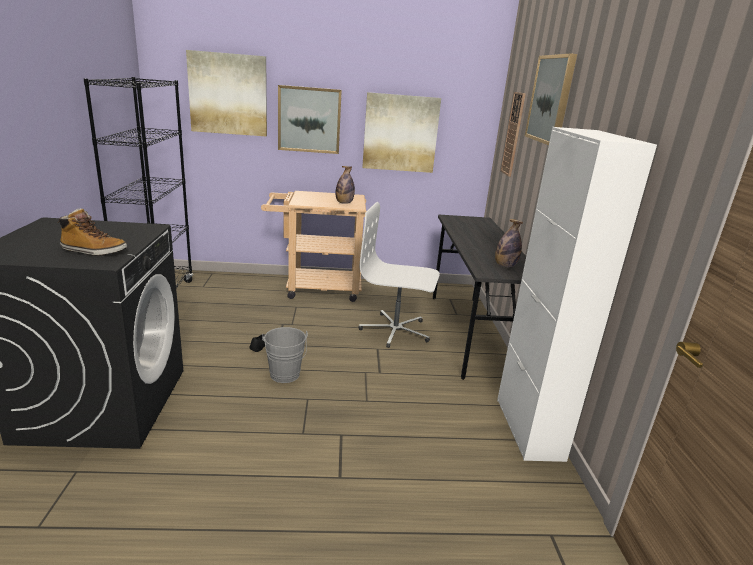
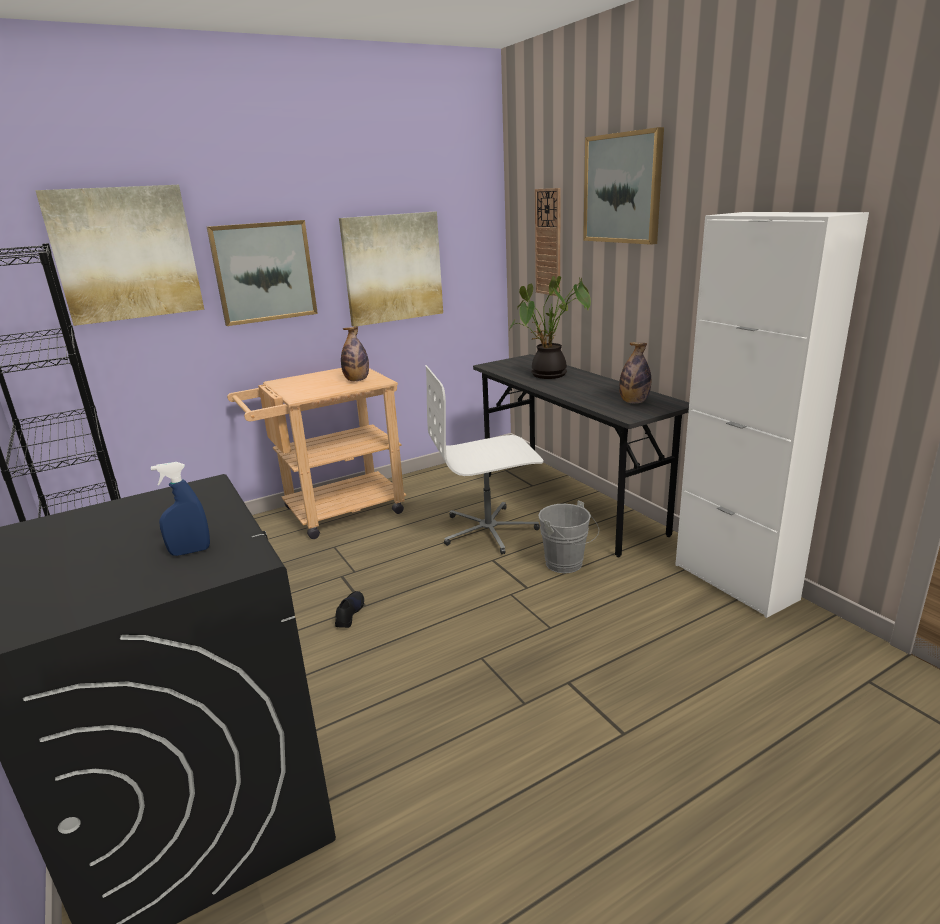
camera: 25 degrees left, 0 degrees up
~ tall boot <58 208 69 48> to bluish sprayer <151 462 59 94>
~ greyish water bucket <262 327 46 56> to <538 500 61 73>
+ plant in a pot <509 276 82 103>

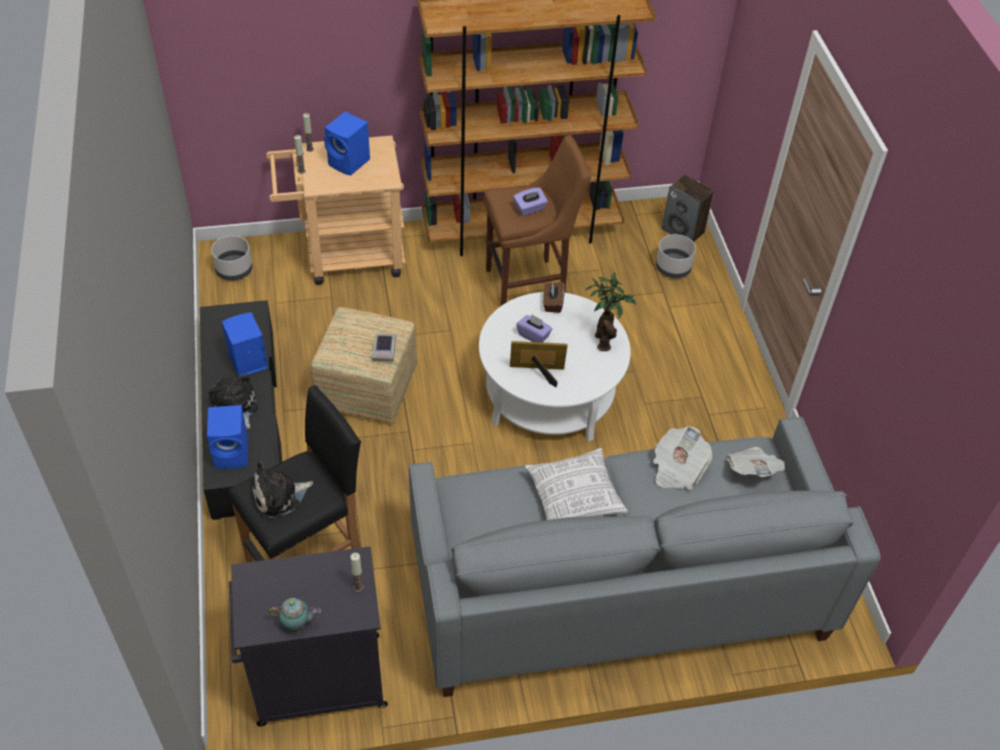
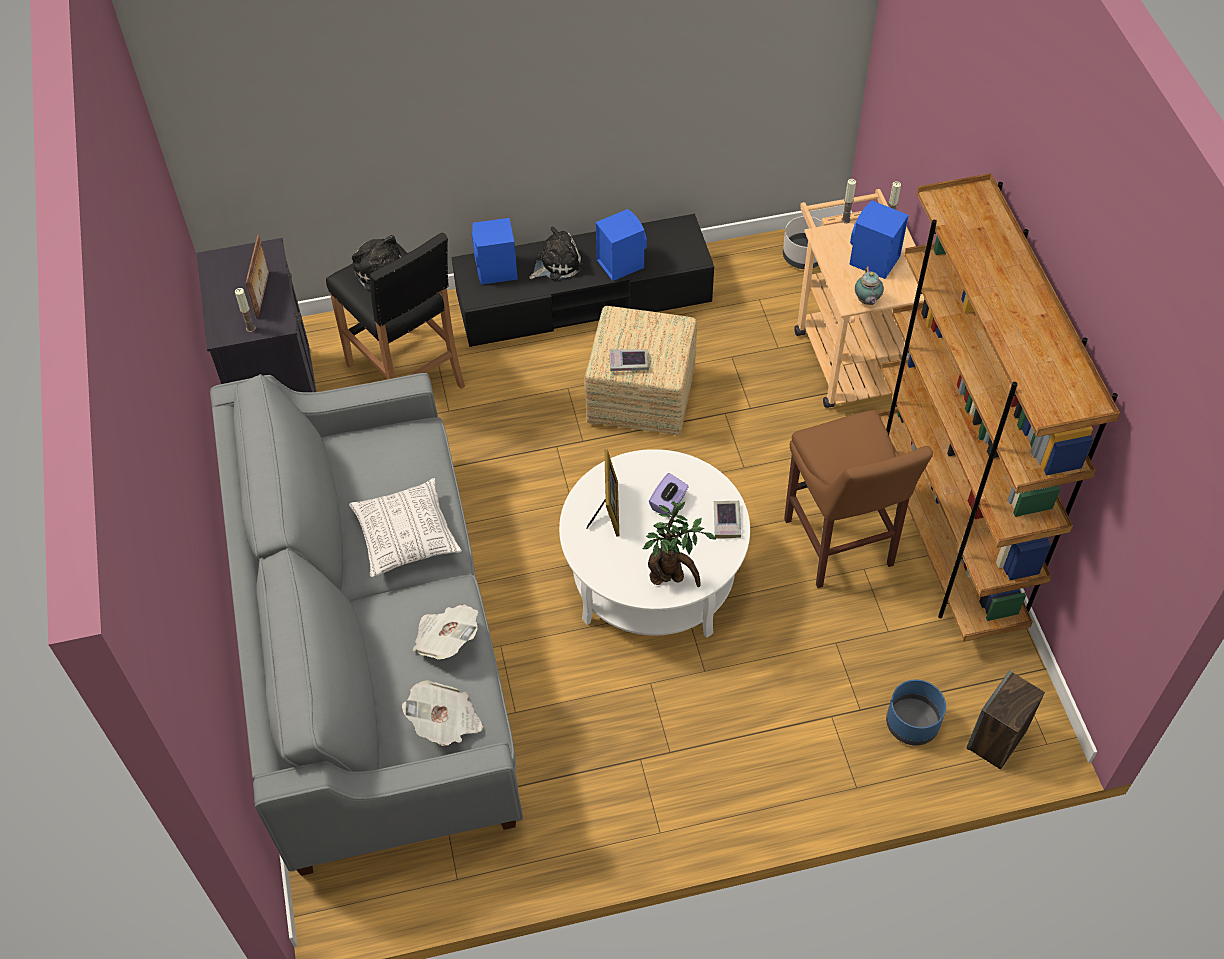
camera: 90 degrees right, 5 degrees up
- purple box of tissues <513 187 35 29>
~ greyish plant pot <656 234 40 44> to bluish plant pot <886 680 60 65>
~ brown-coloured box of tissues <543 282 22 31> to volume <714 501 27 38>
~ tea pot <268 598 53 33> to <855 266 29 39>
+ standing frame <246 235 23 84>

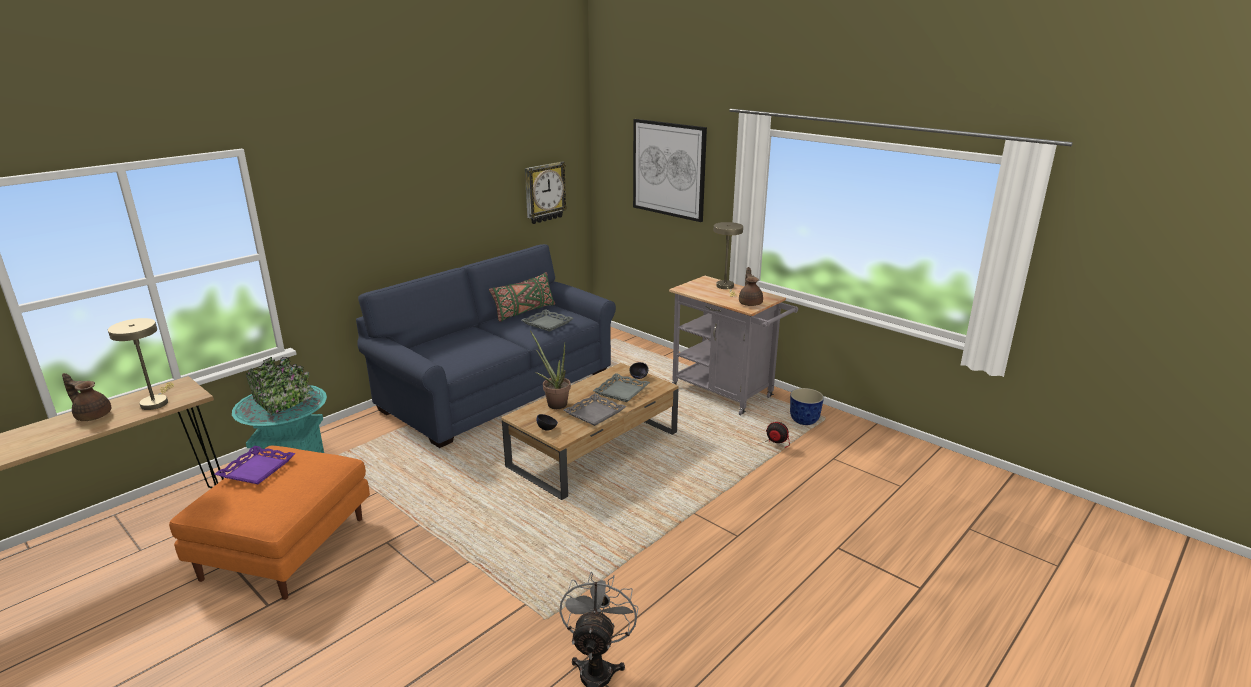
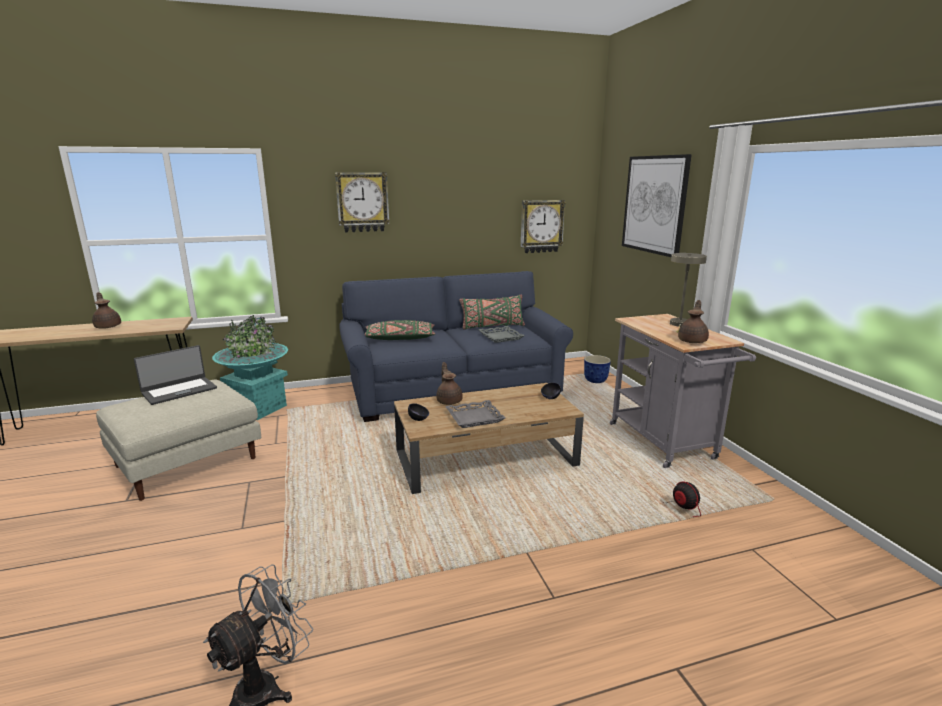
camera: 30 degrees right, 5 degrees down
- sand-coloured lamp for a table <108 318 66 92>
~ plant in a pot <530 331 41 78> to brown-coloured tea pot <436 362 27 43>
- greyish serving tray <593 373 57 29>
~ plant pot <790 388 34 37> to <584 355 27 28>
~ orangey footrest <169 446 201 154> to sand-coloured footrest <96 379 165 122>
~ purple serving tray <215 446 81 38> to laptop <134 345 83 60>
+ wall clock <335 172 55 60>
+ greenish pillow <364 320 71 20>

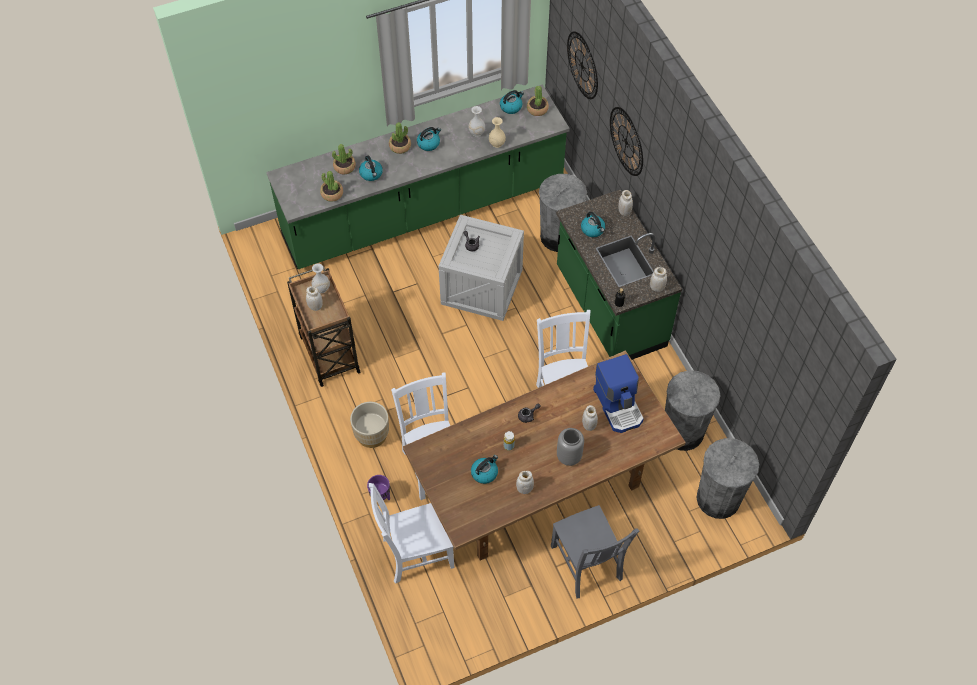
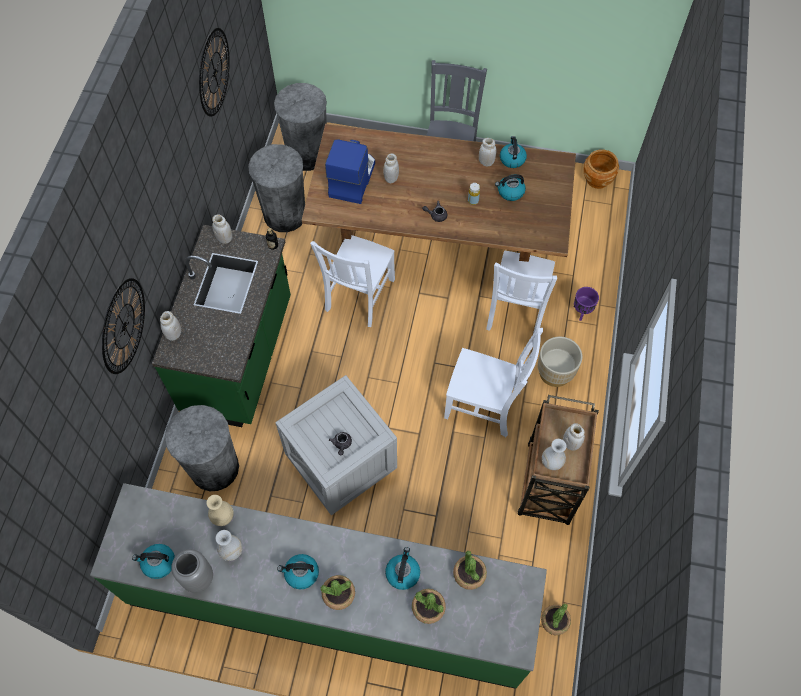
camera: 145 degrees left, 5 degrees up
~ wall clock <567 31 31 68> to <199 28 31 89>
~ plant in a pot <527 86 22 30> to <541 603 30 32>
~ tea kettle <581 212 24 25> to <500 136 27 32>
~ greyish vase <557 428 27 38> to <171 549 42 44>
~ white-coloured plain chair <369 483 86 101> to <444 328 99 109>
+ brown-coloured plant pot <584 150 35 39>

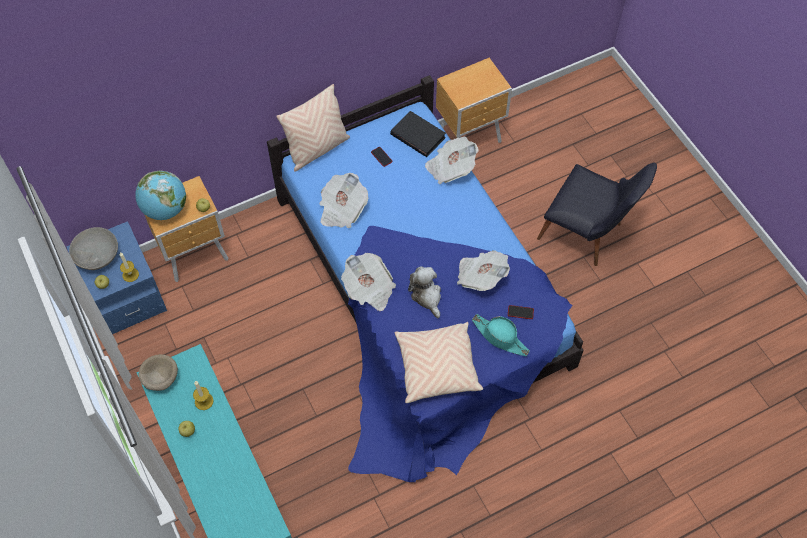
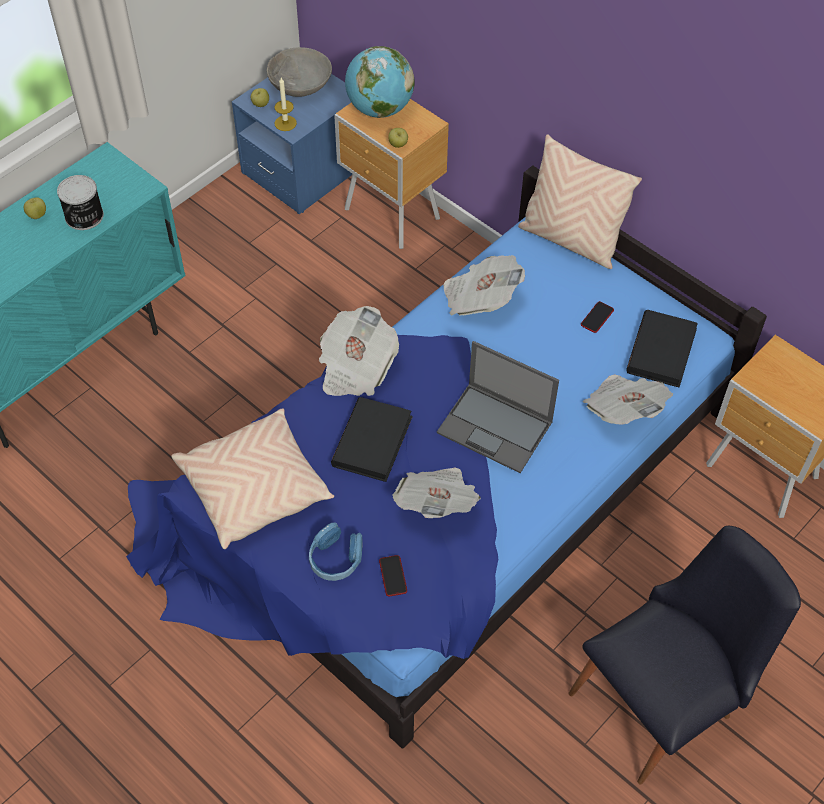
camera: 70 degrees right, 5 degrees down
~ blackish plain chair <537 162 120 104> = <568 526 233 259> 135 degrees counterclockwise
~ soft toy <408 266 33 52> to blackish volume <331 397 82 85>
~ turquoise clothing hat <472 314 58 42> to bluish headphones <309 523 54 58>
- sand-coloured serving bowl <139 354 39 37>
~ wax light <193 381 20 29> to can <57 175 47 55>
+ laptop <437 341 122 132>

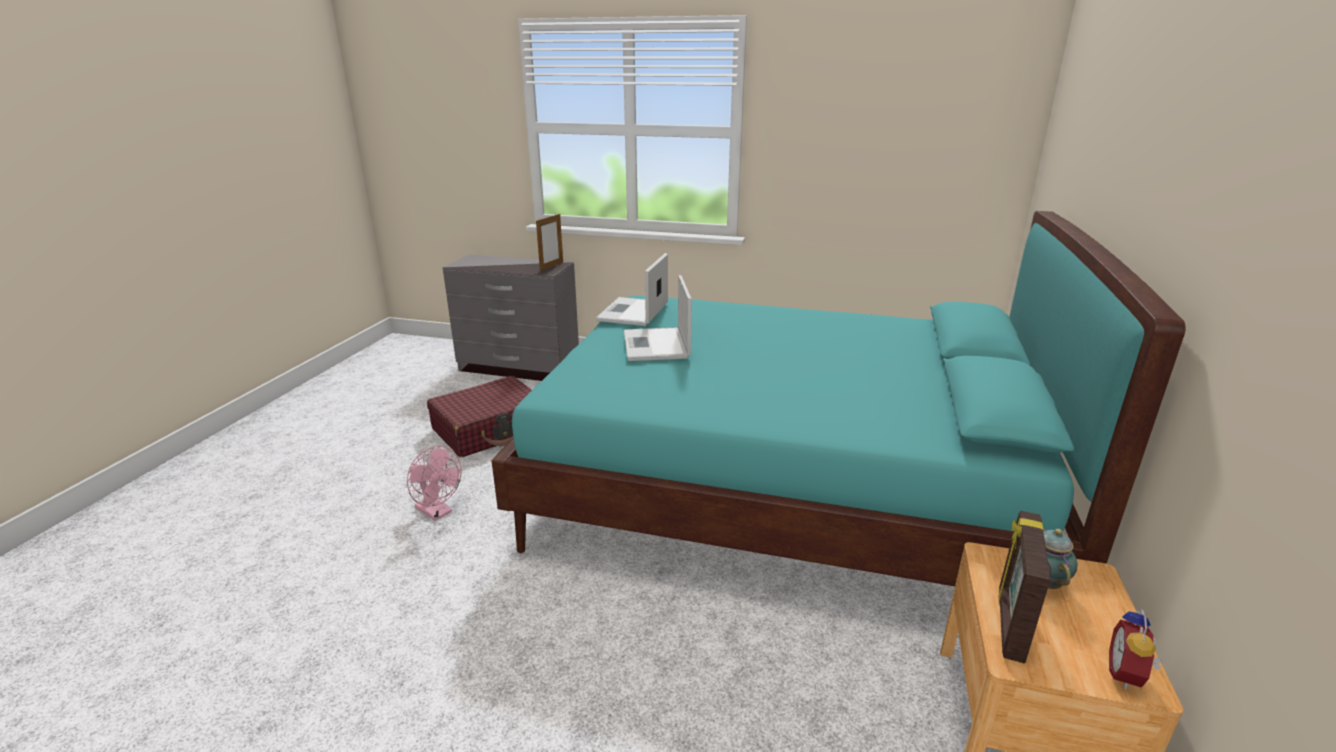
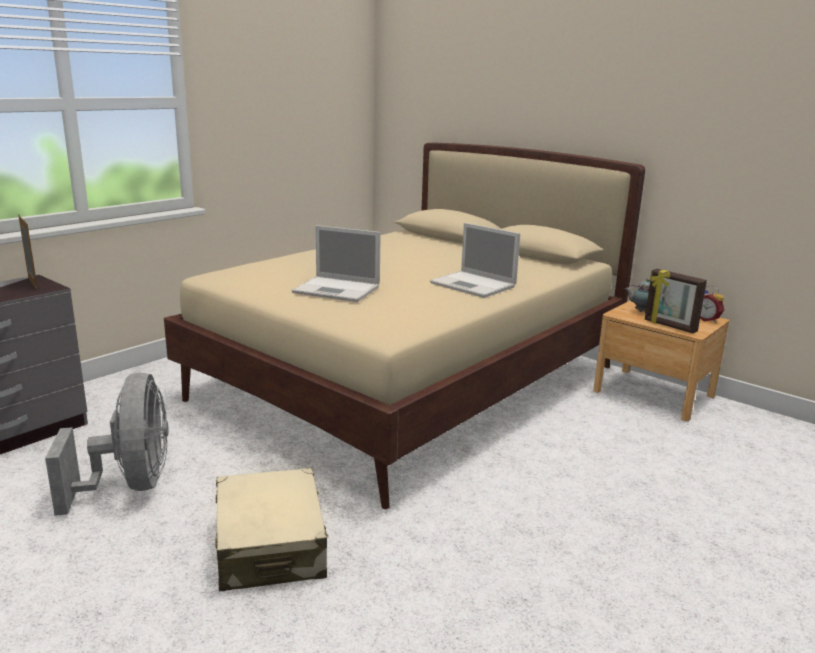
camera: 65 degrees left, 5 degrees down
~ turquoise bed <491 211 695 375> to sand-coloured bed <164 142 481 367>
~ laptop <596 253 72 73> to <430 223 90 75>
~ red travel case <427 376 105 81> to greyish fan <45 373 124 143>
~ pink fan <407 446 54 75> to sand-coloured travel case <215 468 113 123>

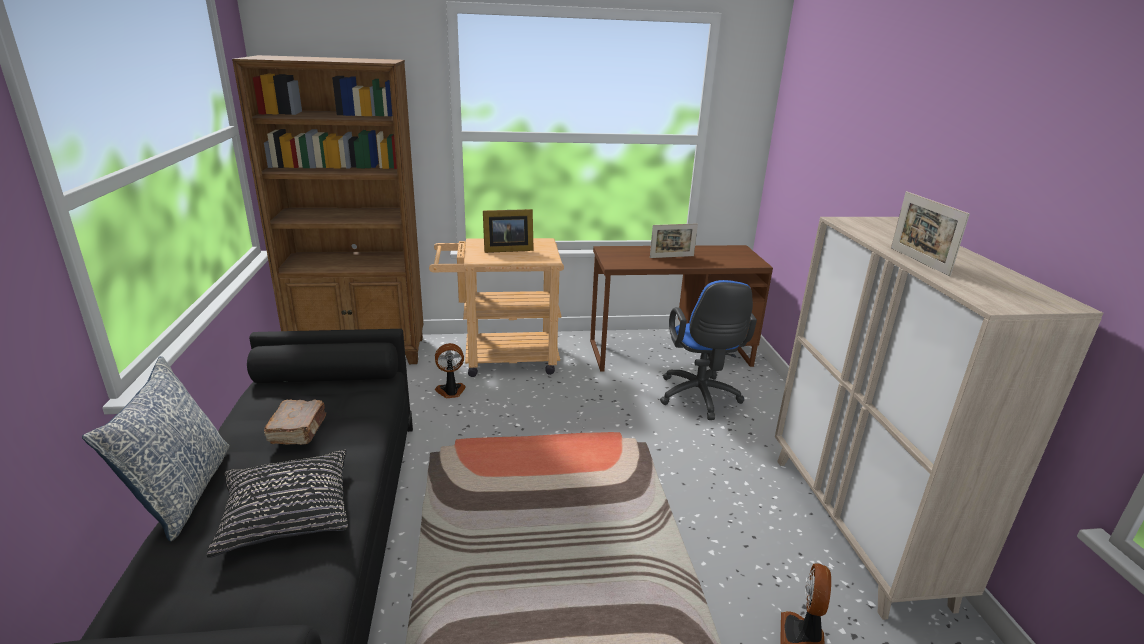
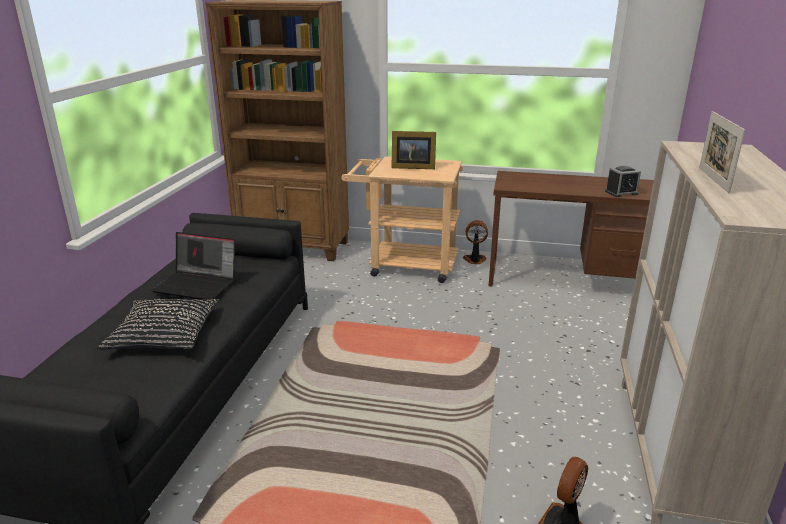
camera: 20 degrees right, 0 degrees up
- standing frame <650 223 48 35>
- bluish desk chair <660 280 97 140>
~ fan <435 343 31 55> to <462 220 26 44>
- pillow <82 356 148 185>
~ brown-coloured volume <264 399 62 46> to laptop <151 232 84 68>
+ alarm clock <605 166 36 31>

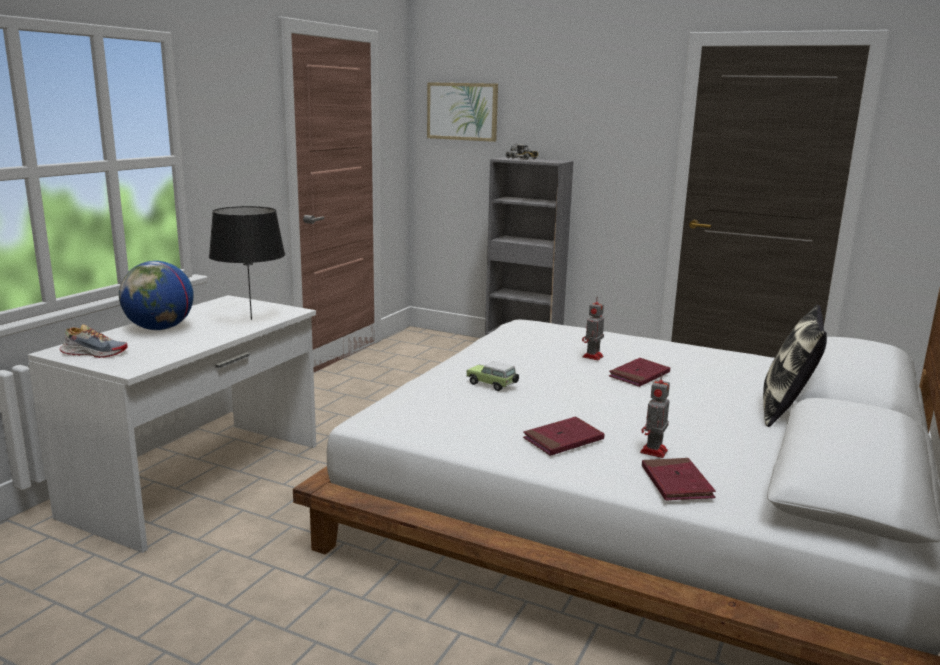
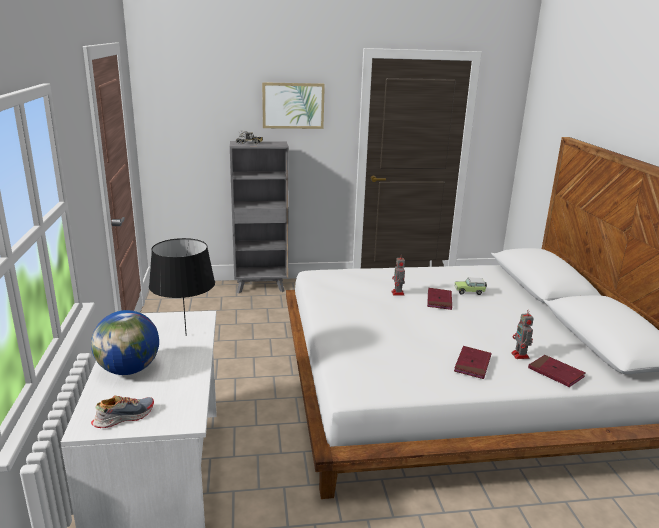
camera: 35 degrees left, 5 degrees up
~ picture <427 82 71 60> to <262 82 63 47>
- pillow <763 305 64 122>
~ model car <467 361 52 30> to <455 278 32 17>

